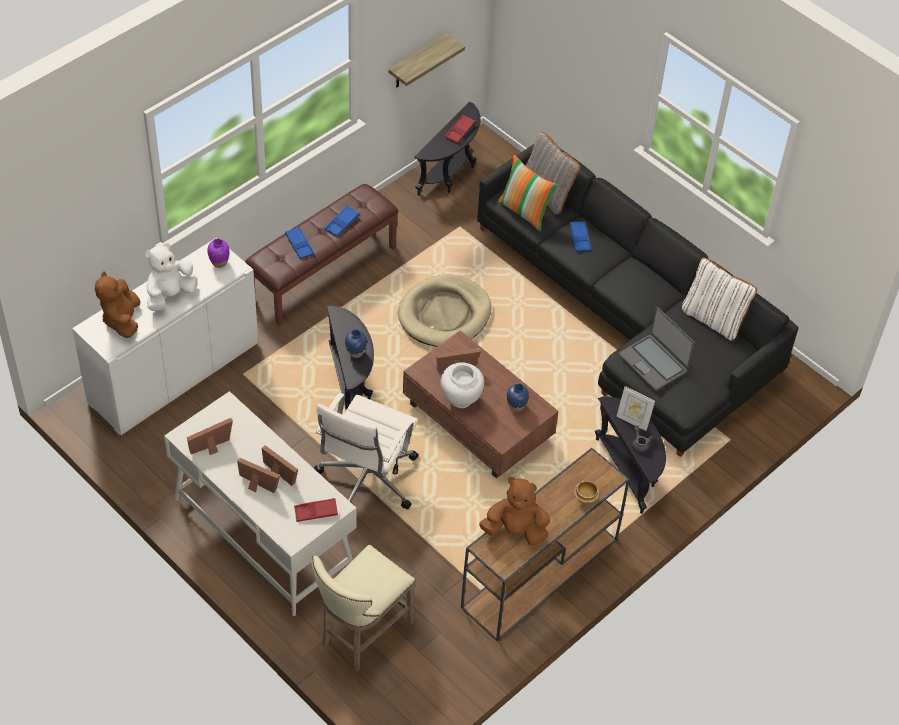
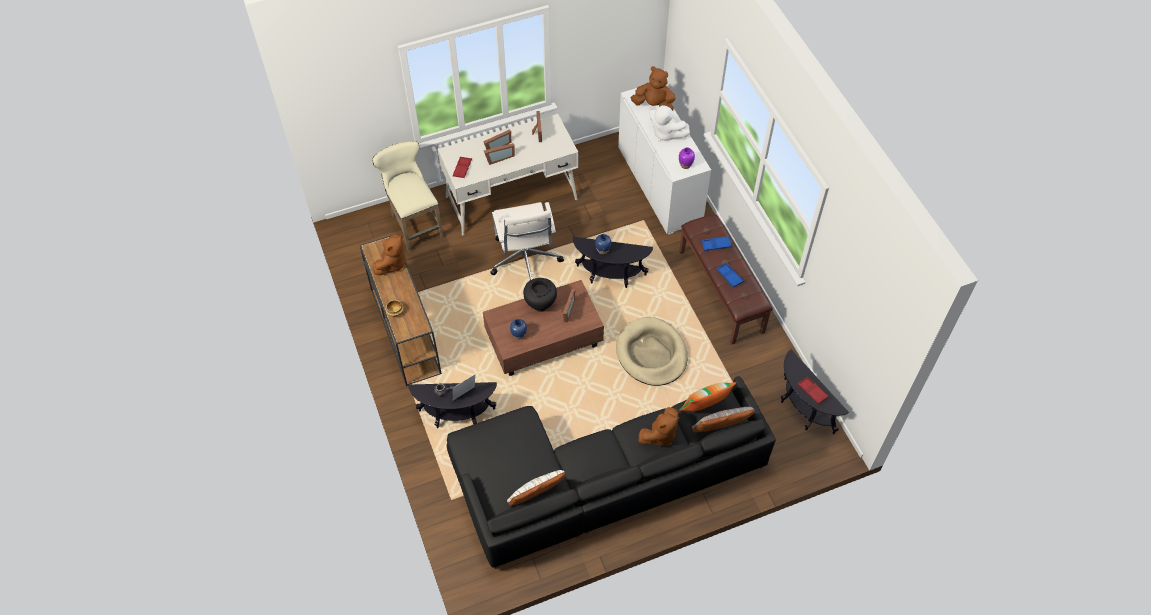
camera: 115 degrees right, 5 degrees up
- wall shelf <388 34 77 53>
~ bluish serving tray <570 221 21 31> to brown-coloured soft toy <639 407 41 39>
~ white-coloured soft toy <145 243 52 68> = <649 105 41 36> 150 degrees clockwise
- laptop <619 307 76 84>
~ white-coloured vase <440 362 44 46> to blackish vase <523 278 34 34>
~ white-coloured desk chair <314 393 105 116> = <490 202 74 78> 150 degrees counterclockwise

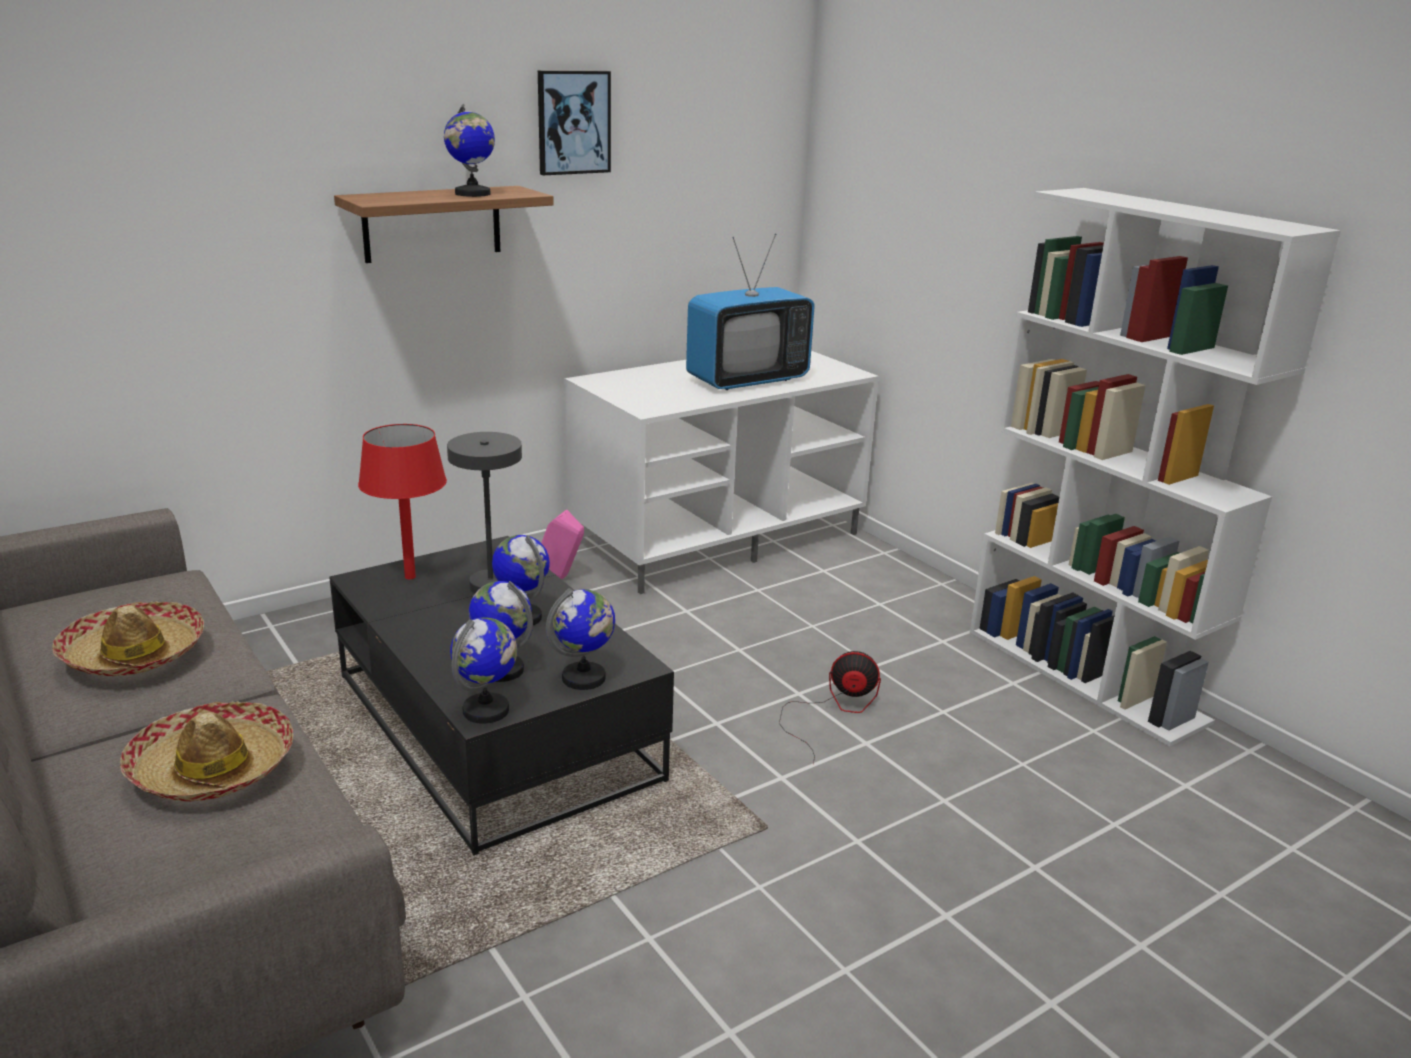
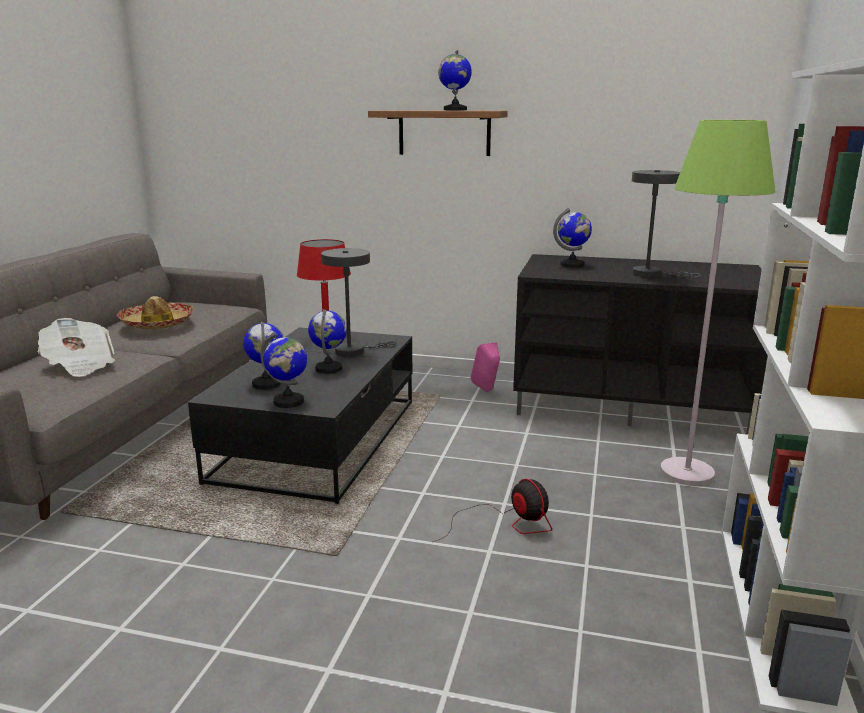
camera: 50 degrees right, 5 degrees down
- picture <538 70 73 105>
~ TV set <686 233 129 157> to greyish lamp for a table <632 170 69 108>
~ white-coloured tv stand <565 351 314 243> to blackish tv stand <513 254 255 181>
~ world globe <450 617 67 107> to <553 208 39 60>
~ clothing hat <120 701 173 100> to newspaper <38 318 77 59>
+ greenish floor lamp <660 120 115 366>

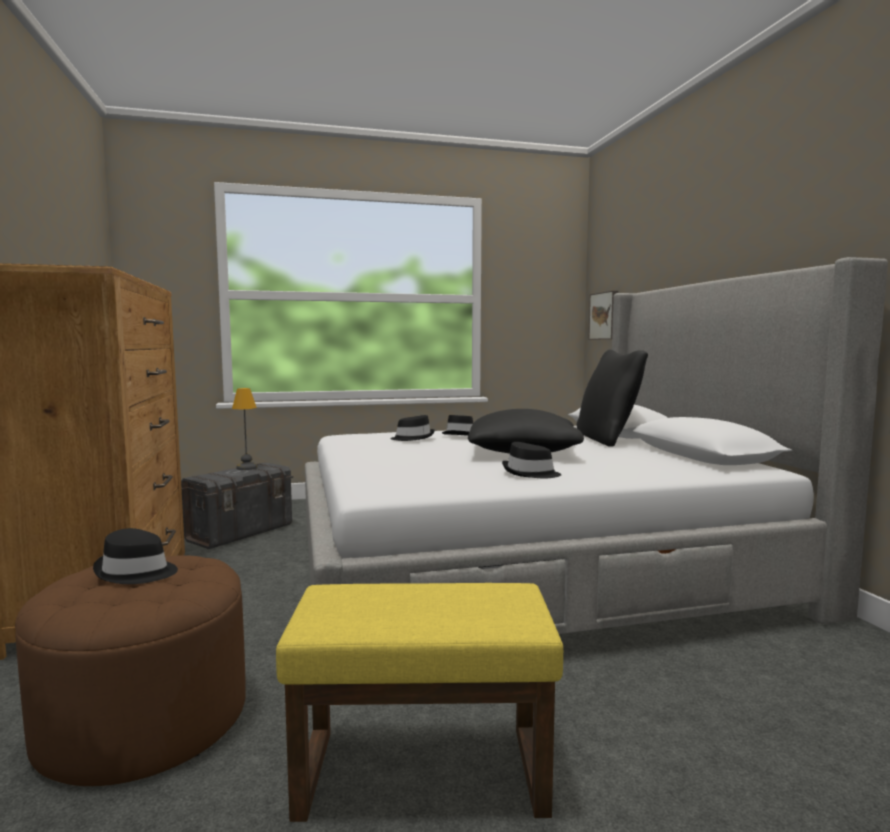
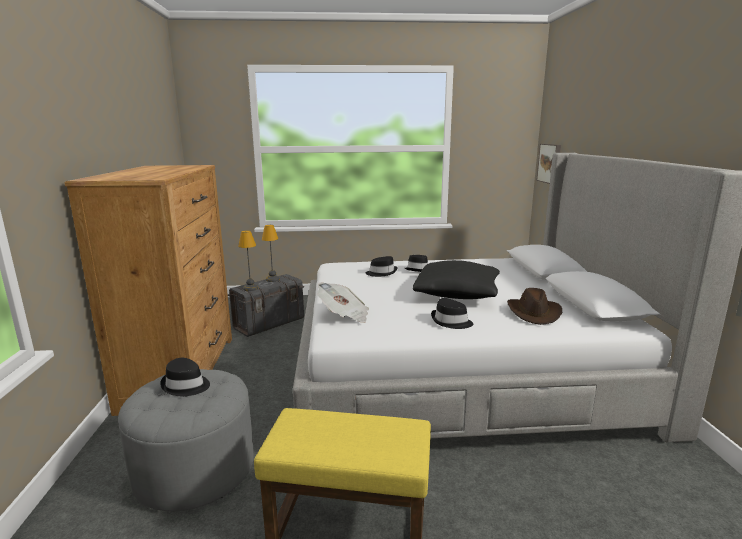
camera: 10 degrees right, 10 degrees up
- blackish pillow <577 349 71 98>
~ brown-coloured footrest <15 555 231 231> to greyish footrest <118 369 136 142>
+ lamp for a table <238 230 20 61>
+ newspaper <317 282 52 41>
+ brown-coloured clothing hat <507 288 55 37>

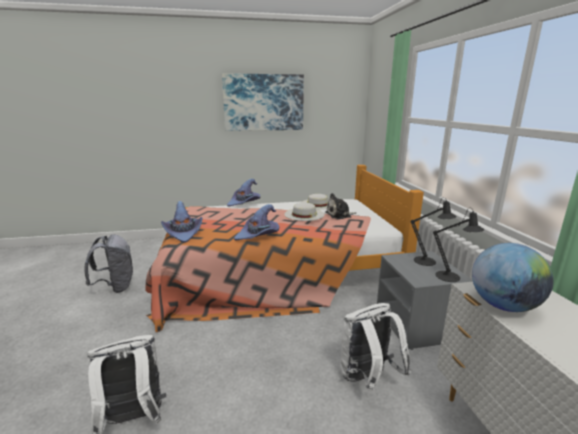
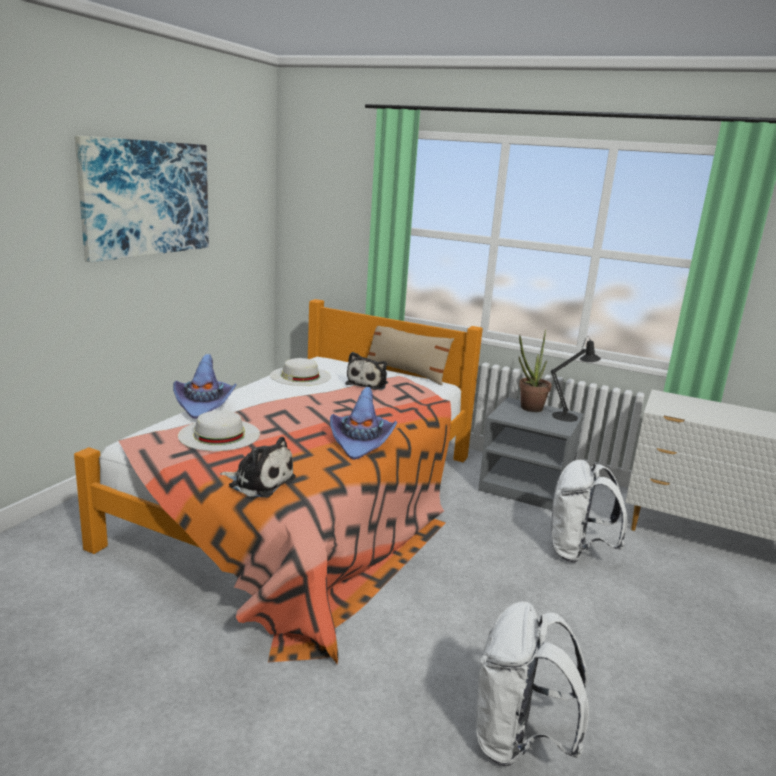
camera: 55 degrees left, 0 degrees up
~ blackish lamp for a table <411 197 46 69> to plant in a pot <519 329 32 83>
~ purple clothing hat <161 201 42 42> to soft toy <220 437 76 61>
~ white-coloured clothing hat <284 202 41 19> to <178 410 82 41>
- greyish backpack <84 234 49 59>
- world globe <472 243 82 69>
+ sand-coloured pillow <367 326 87 59>

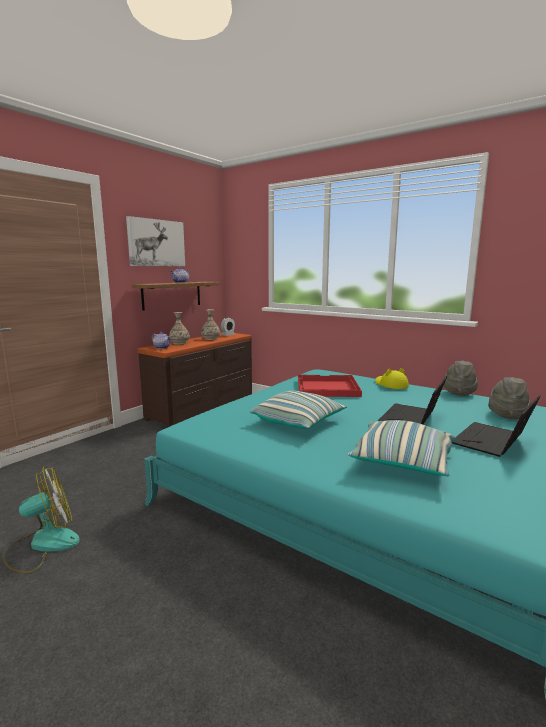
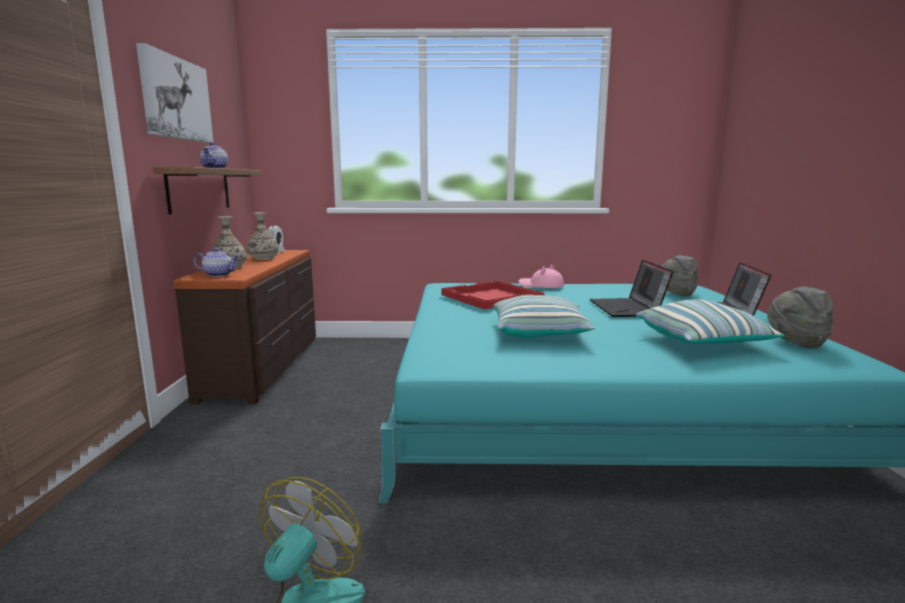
camera: 35 degrees left, 0 degrees up
~ greyish clothing hat <444 360 34 36> to <767 286 67 62>
~ yellow-coloured clothing hat <375 368 34 21> to pink clothing hat <519 264 45 24>

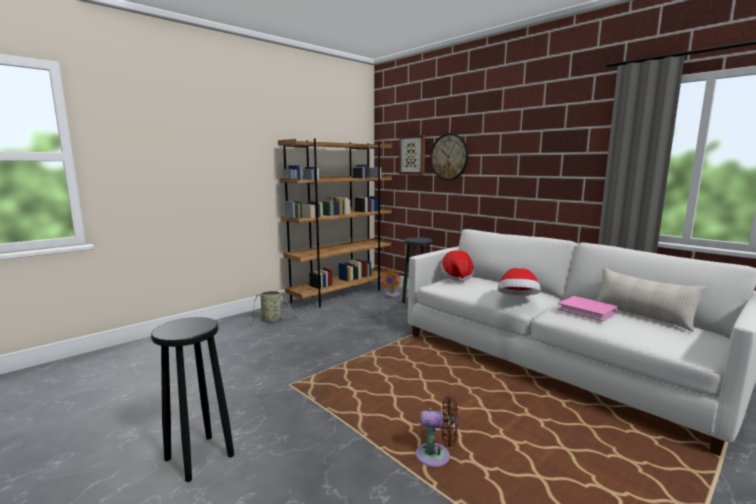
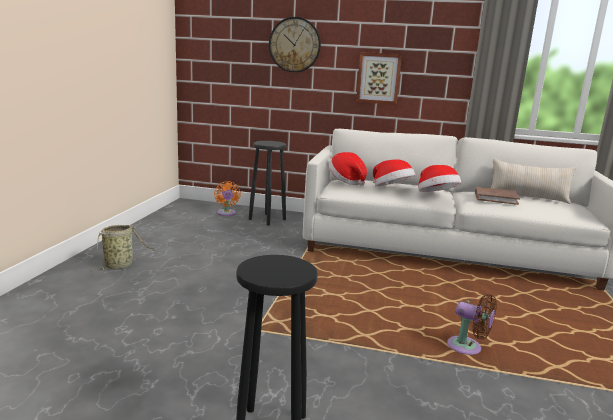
camera: 35 degrees left, 5 degrees up
~ picture <399 135 26 40> to <356 52 46 53>
- brown-coloured bookcase <278 138 114 169>
~ pink volume <558 296 59 26> to brown-coloured volume <475 187 45 18>
~ brown-coloured fan <415 396 43 71> = <447 294 50 61> 60 degrees clockwise
+ clothing hat <373 159 42 27>

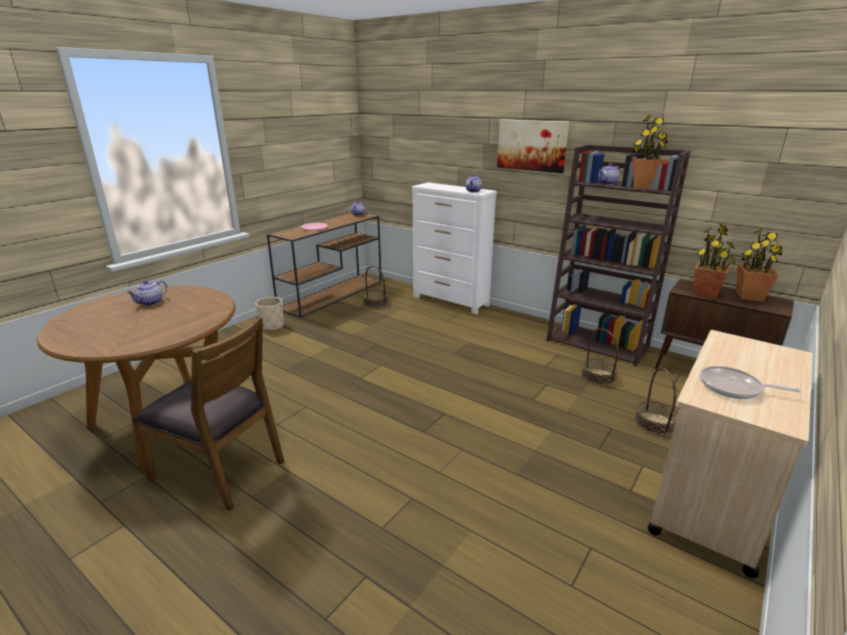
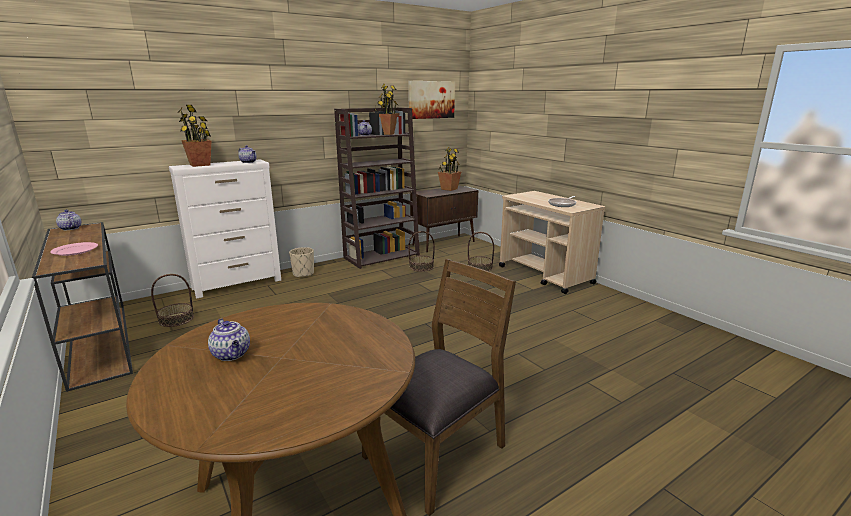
camera: 70 degrees left, 5 degrees down
~ picture <497 119 72 54> to <408 81 47 38>
~ plant in a pot <694 224 41 75> to <177 105 34 62>
~ sand-coloured plant pot <255 297 29 34> to <289 247 25 31>

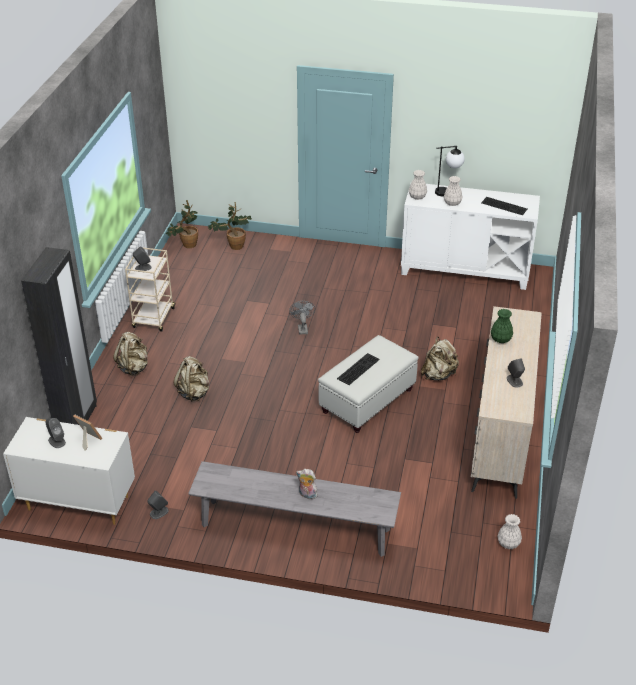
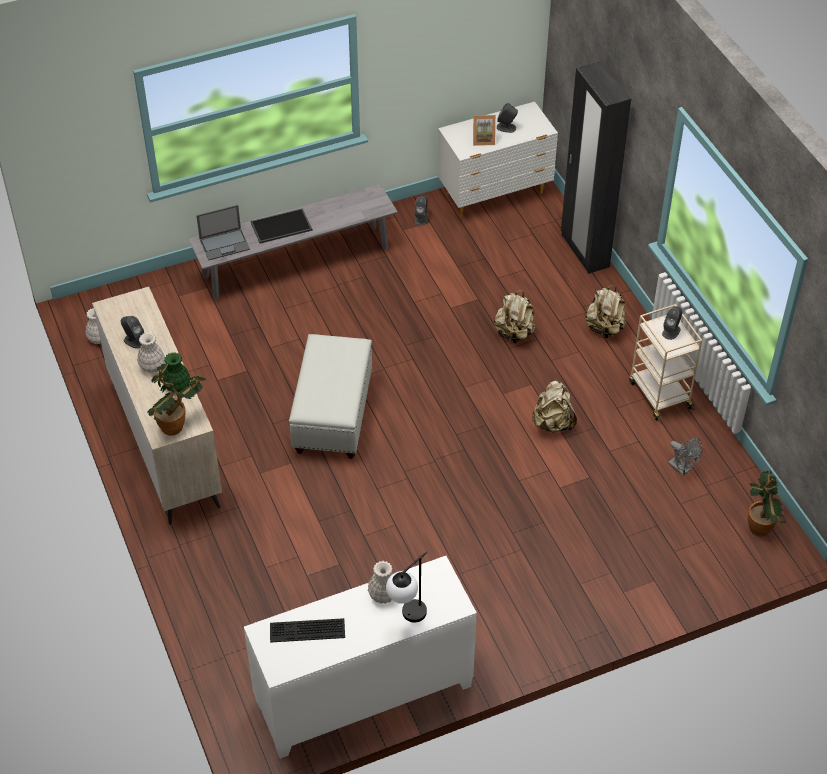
camera: 145 degrees right, 10 degrees up
~ white-coloured vase <409 170 18 30> to <137 332 28 41>
~ plant in a pot <208 202 44 48> to <147 363 59 73>
~ greyish fan <289 301 26 34> to <668 438 34 38>
~ sand-coloured backpack <421 337 38 44> to <531 381 46 52>
- computer keyboard <337 353 43 32>
~ soft toy <296 469 22 31> to serving tray <250 208 62 35>
+ laptop <196 205 54 55>

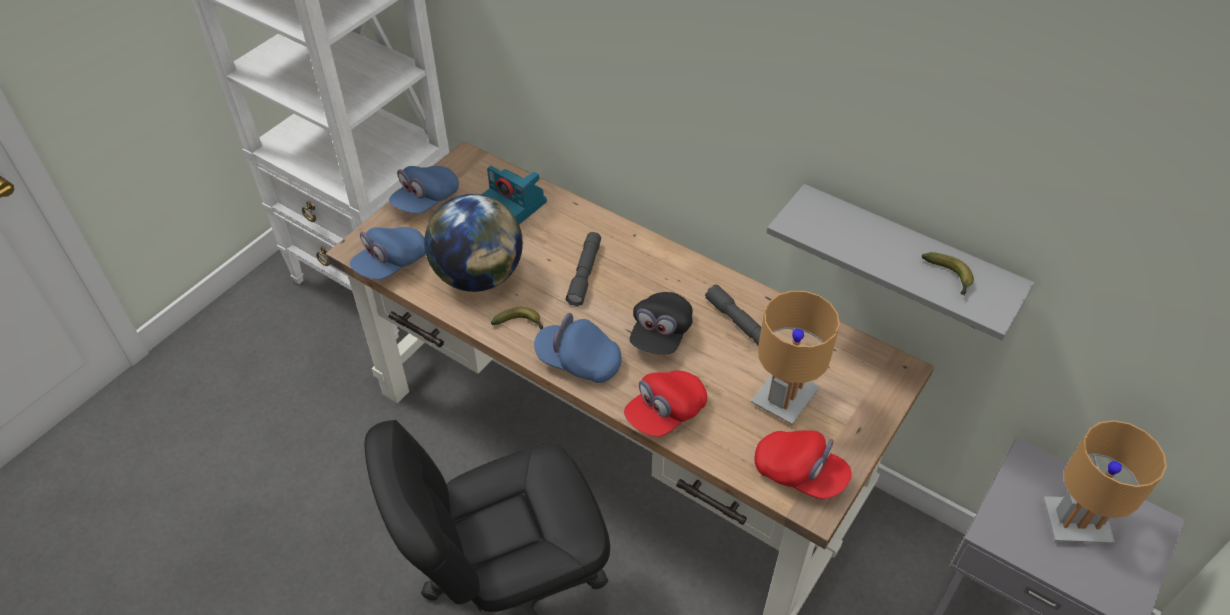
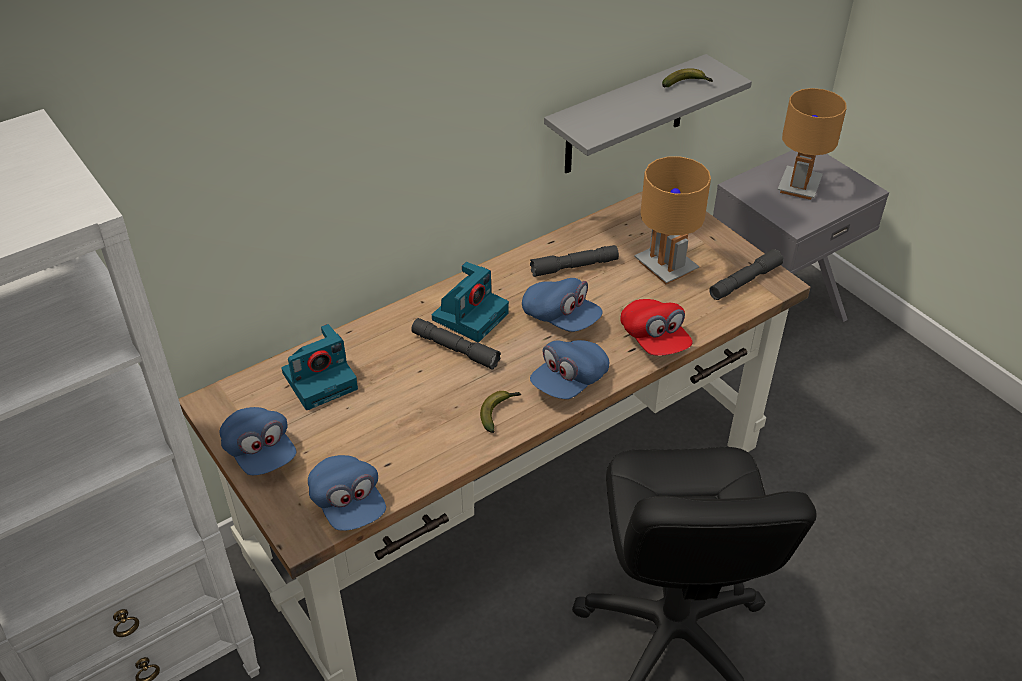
camera: 70 degrees left, 5 degrees down
- world globe <425 194 98 98>
~ blackish cap <630 292 63 63> to bluish cap <522 278 81 54>
~ red cap <754 430 98 69> to greyish torch <709 249 74 51>
+ photo camera <432 262 77 80>

